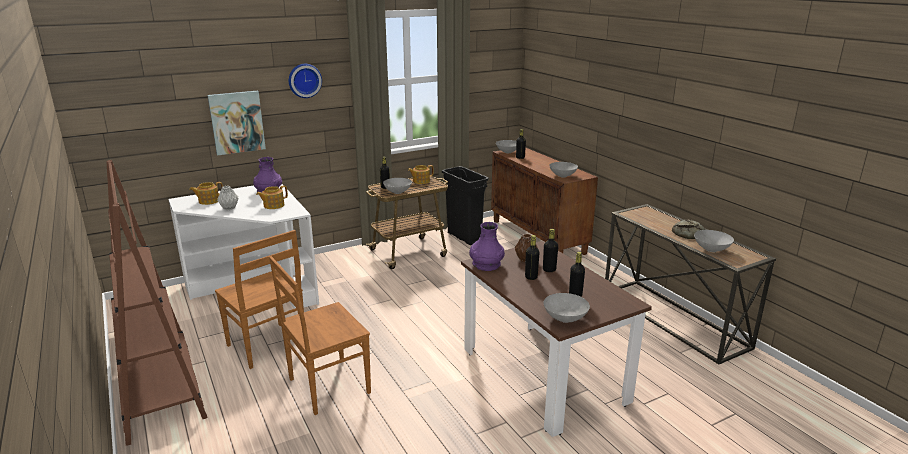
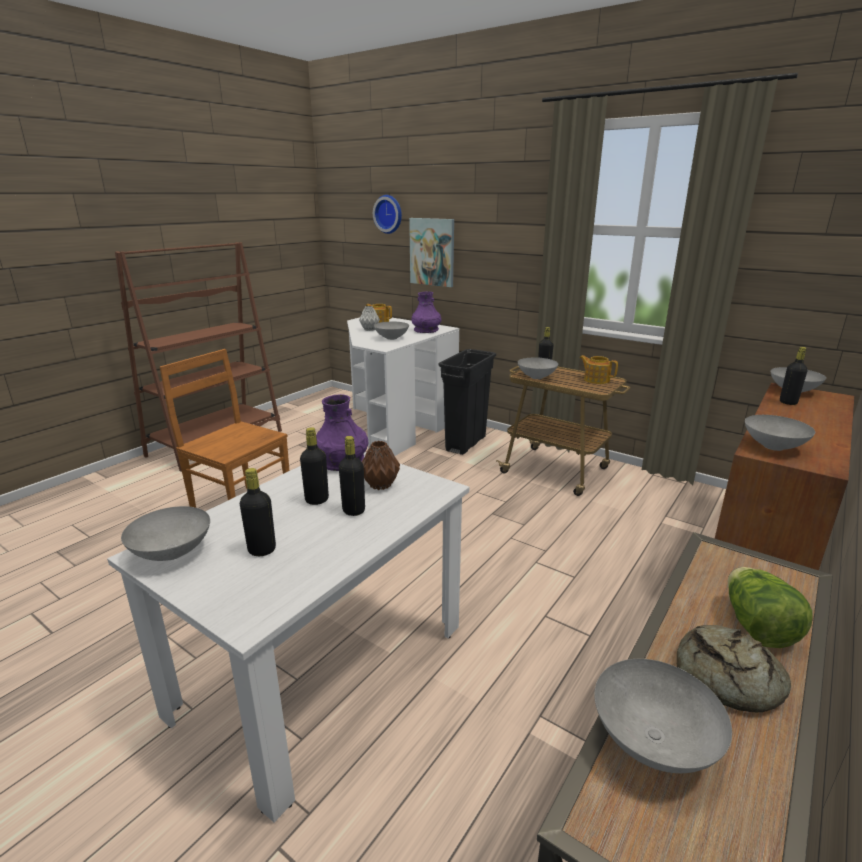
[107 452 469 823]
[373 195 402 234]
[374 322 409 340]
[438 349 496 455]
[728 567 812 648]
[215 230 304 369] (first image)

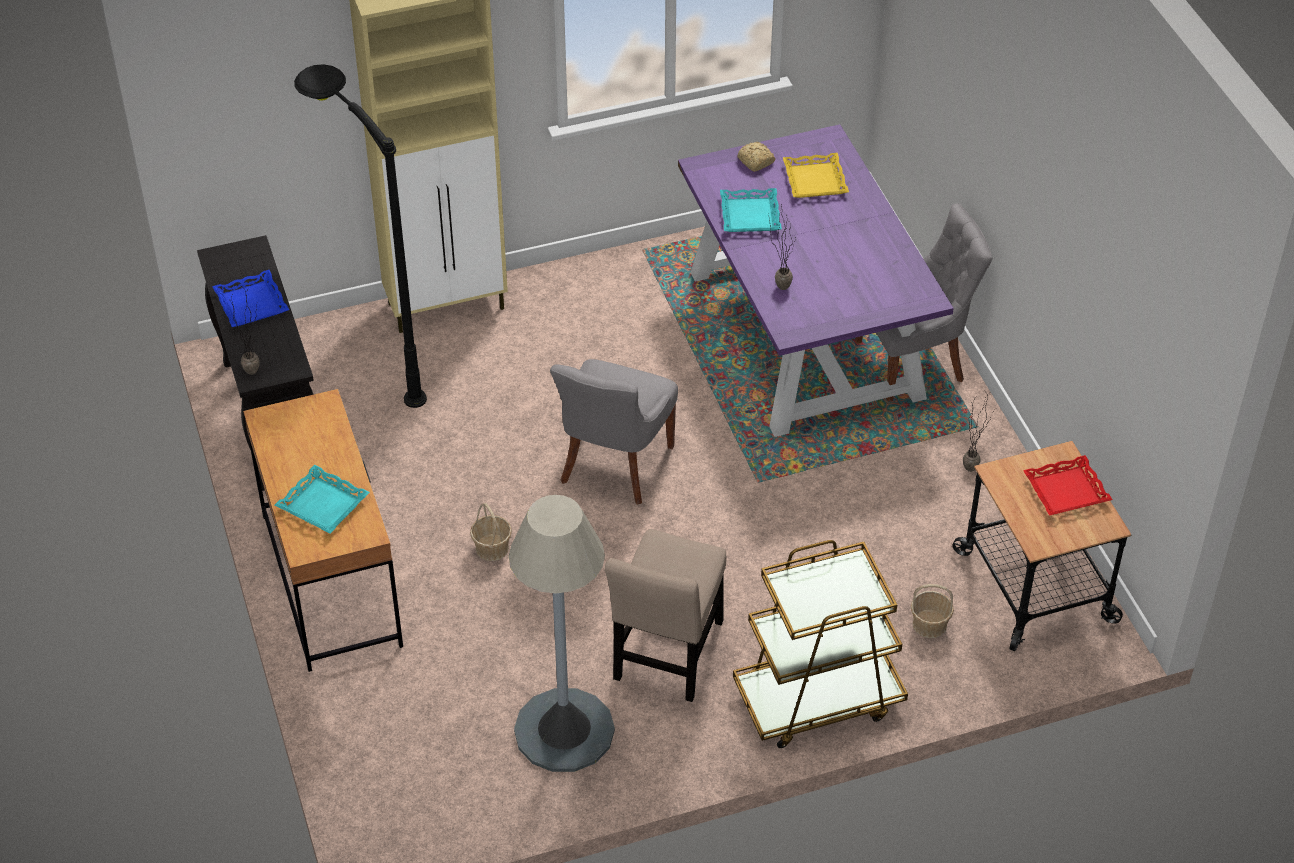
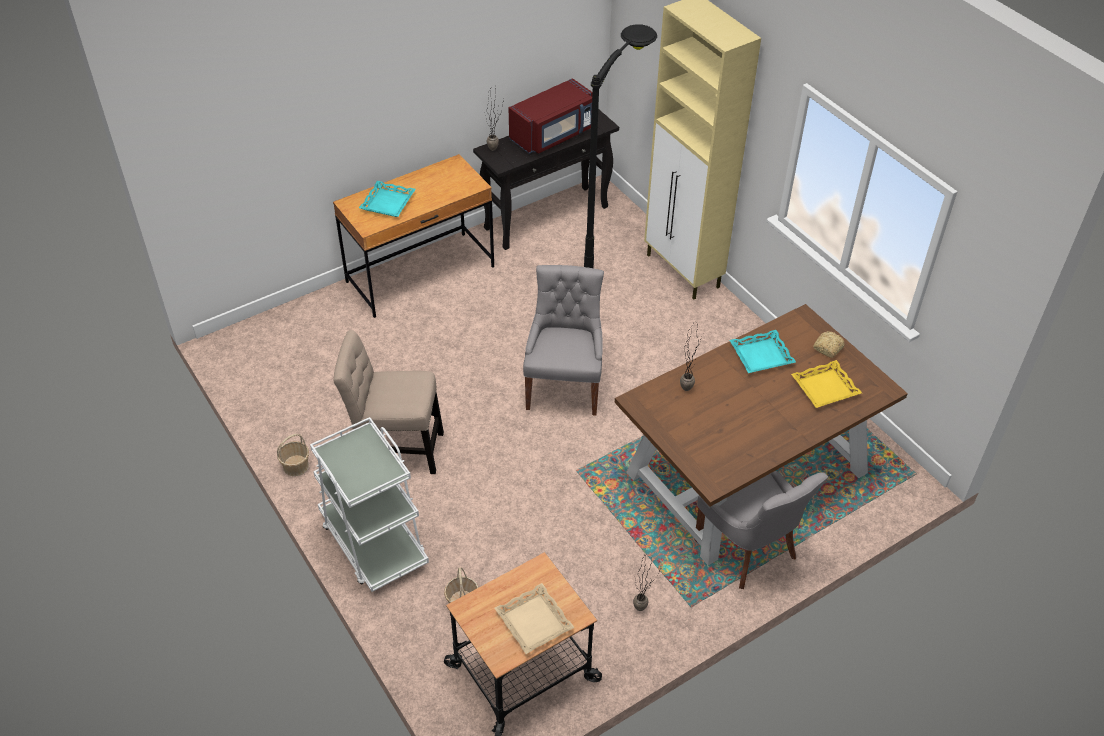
[277 434 309 476]
[310 417 429 592]
[494 583 575 654]
[509 78 593 154]
[523 265 604 416]
[615 304 908 565]
[508 495 615 772] (first image)

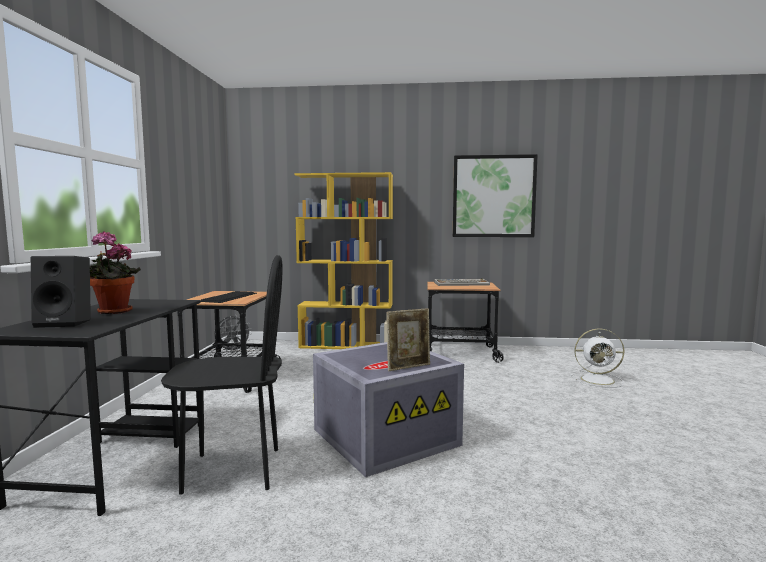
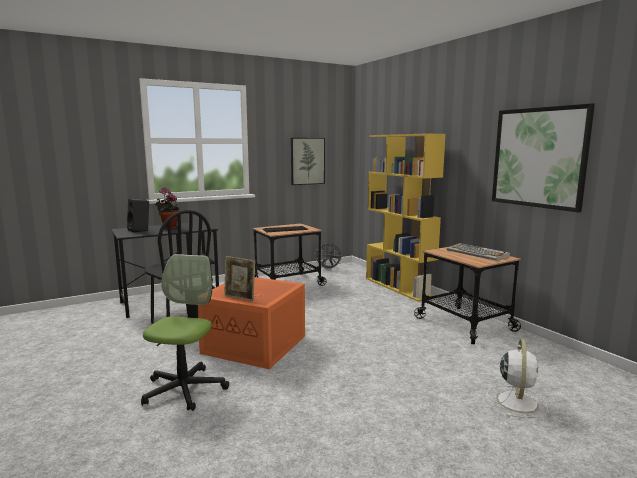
[141 254 229 411]
[198 277 305 369]
[291 138 325 185]
[487 339 548 418]

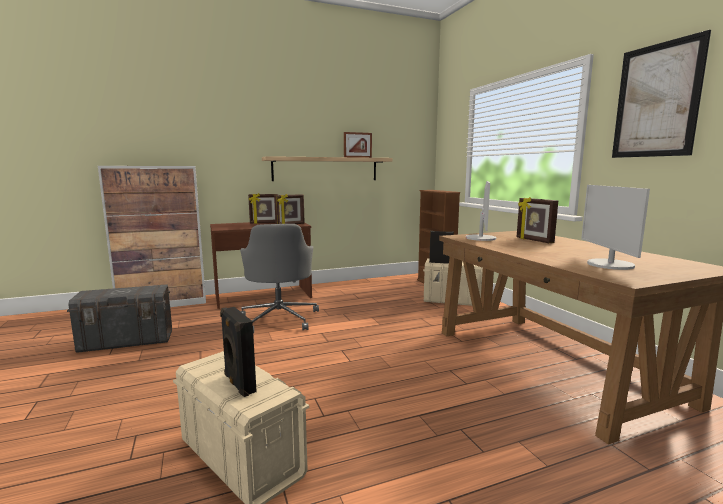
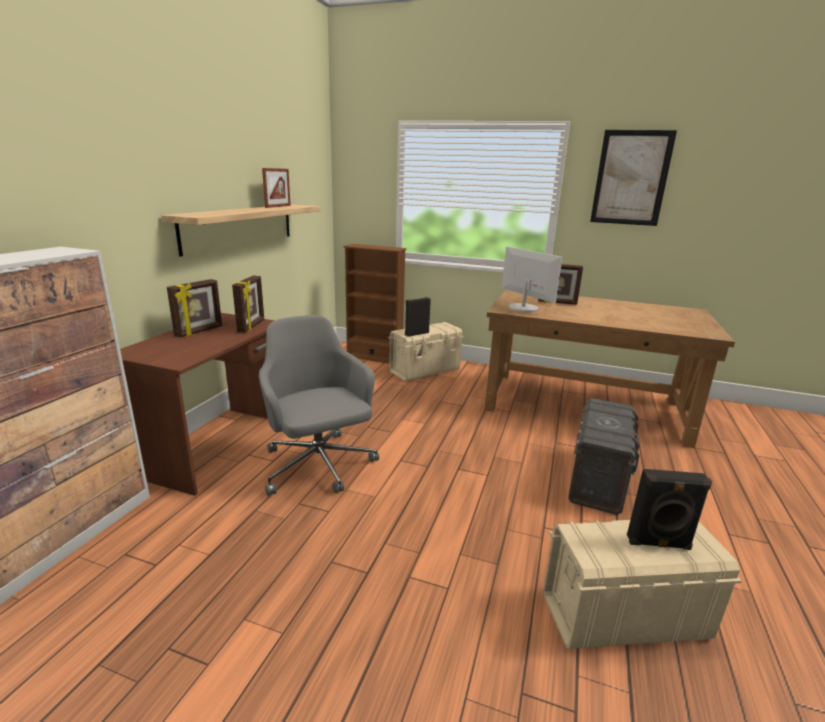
[259 315 379 496]
[568 398 640 515]
[581 185 650 270] (first image)

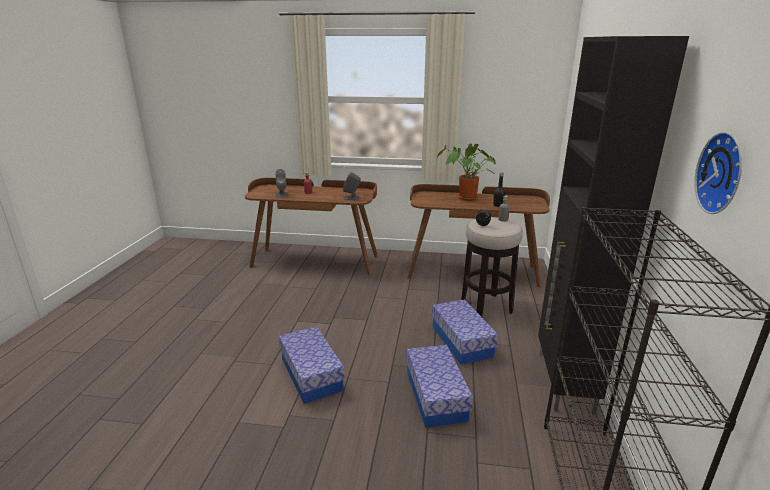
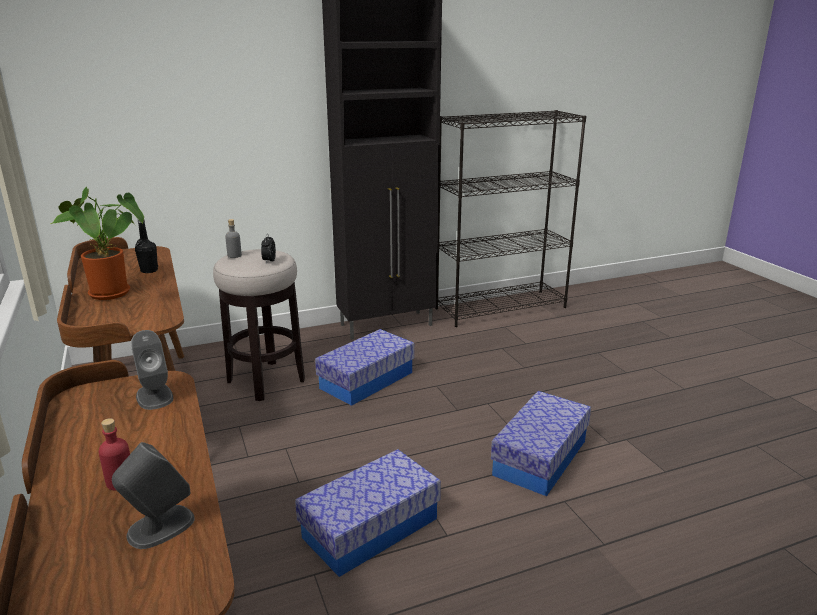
[295 449 441 577]
[694 132 742 214] (first image)

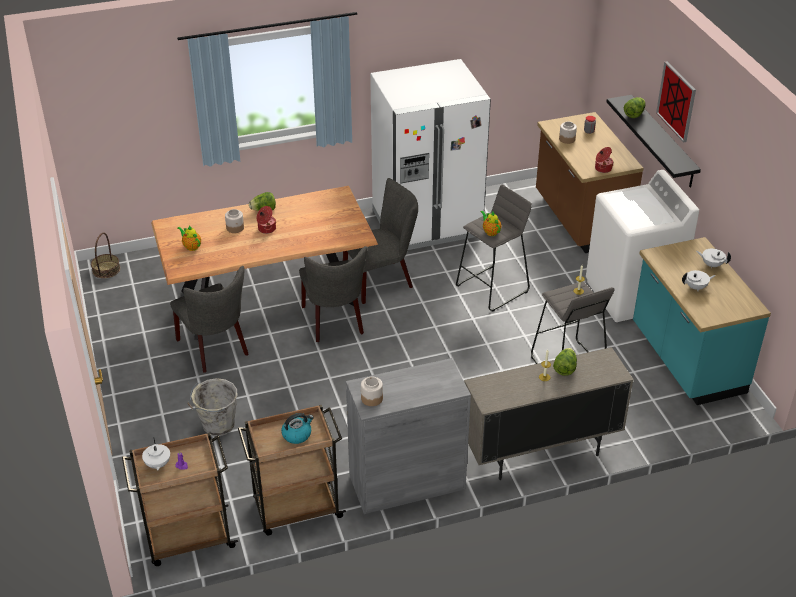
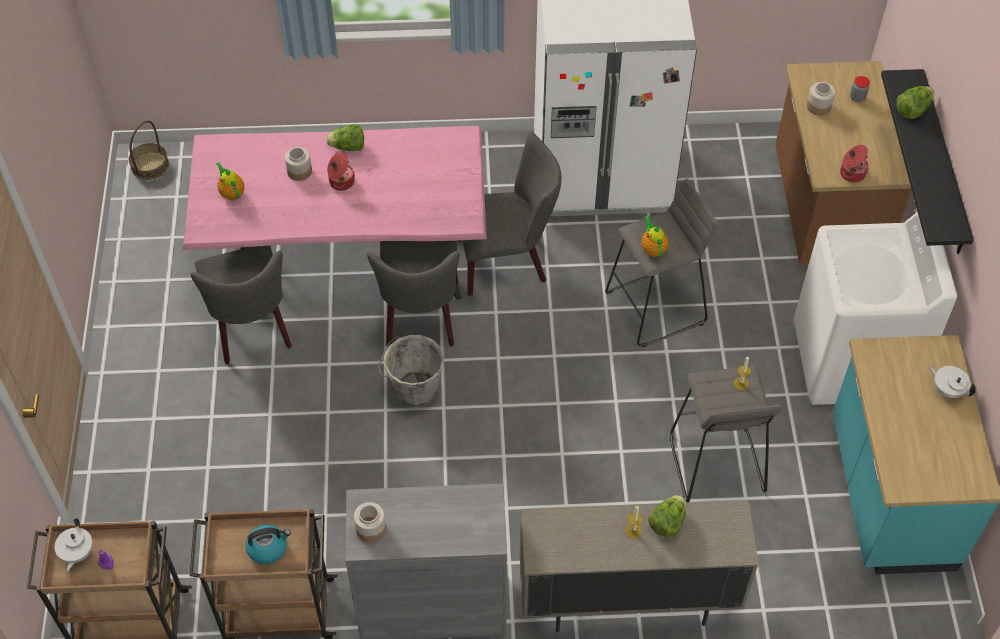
[183 126 487 300]
[377 335 444 408]
[656 61 696 143] (first image)
[682 270 715 291] (first image)

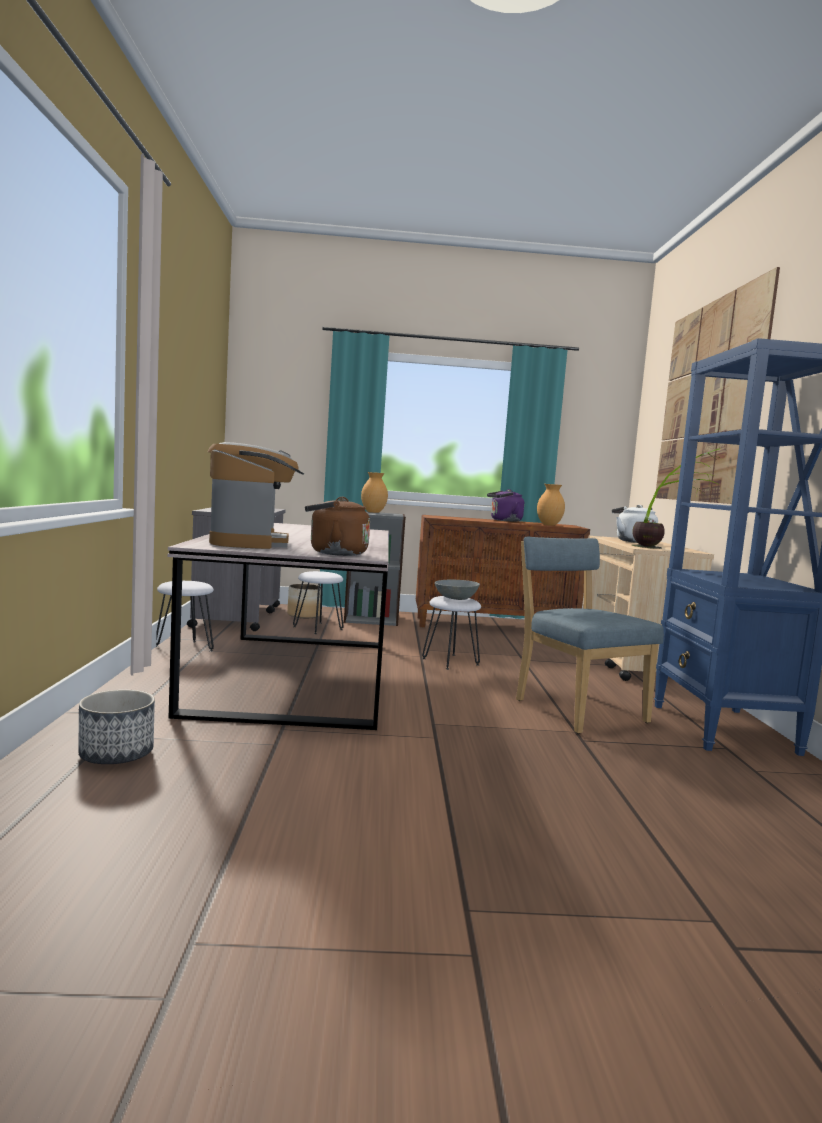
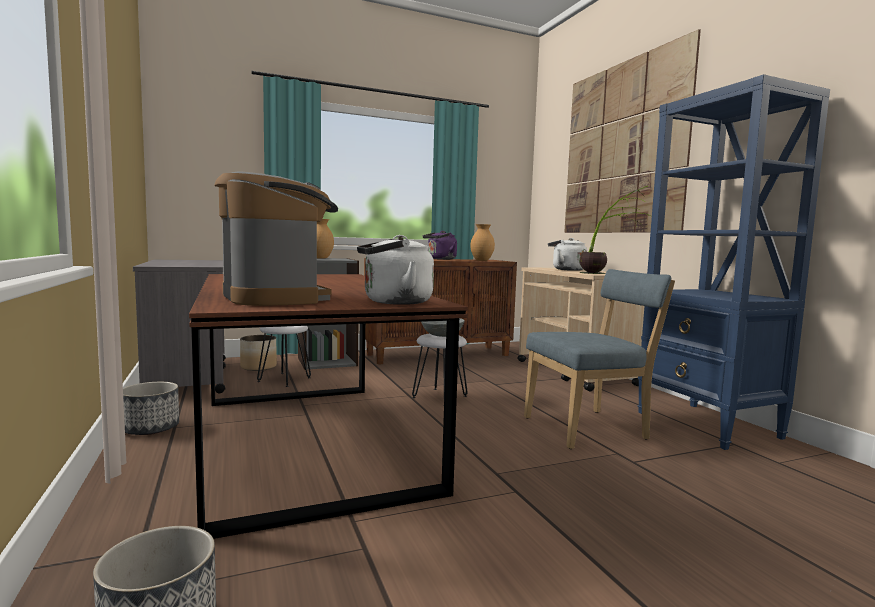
[123 382 179 435]
[189 274 468 539]
[357 235 434 305]
[524 269 675 449]

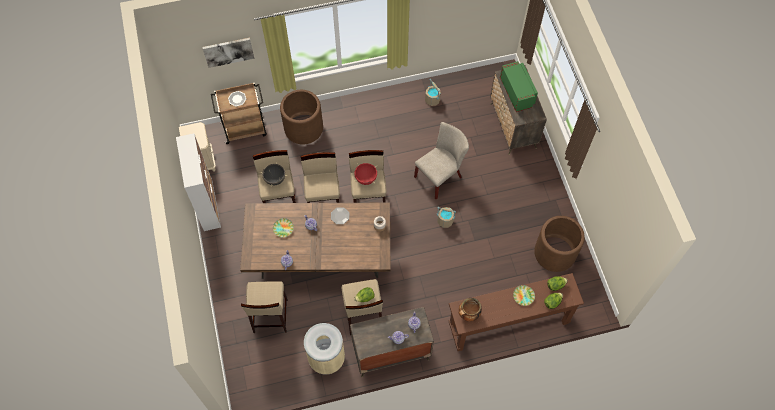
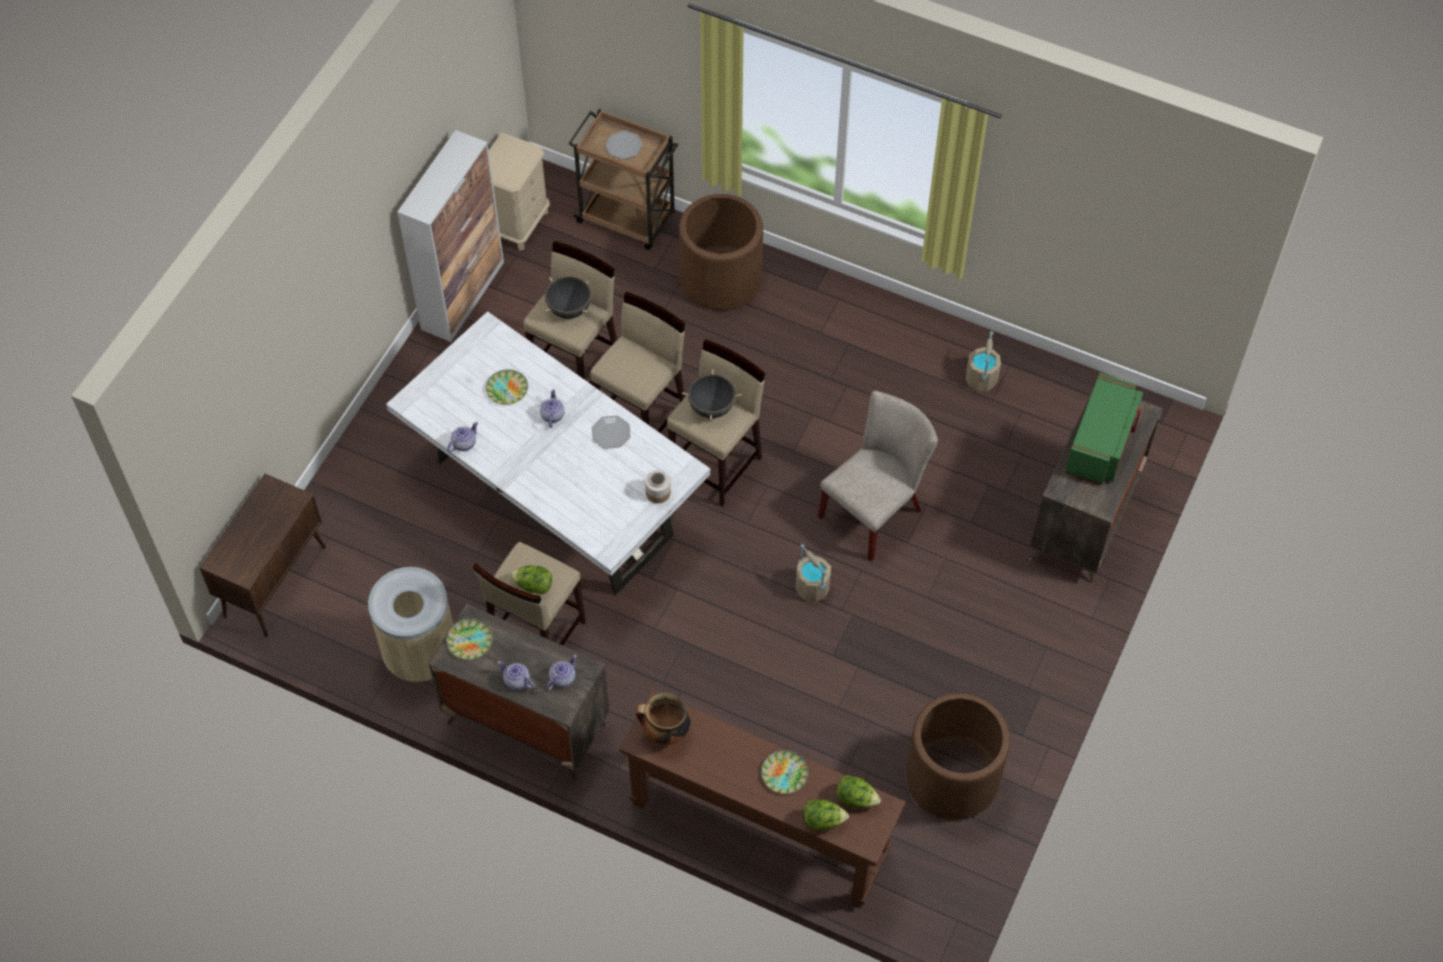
[199 474 326 637]
[386 311 710 595]
[447 619 492 660]
[682 369 742 420]
[818 391 938 561]
[202 38 255 68] (first image)
[241 281 288 333] (first image)

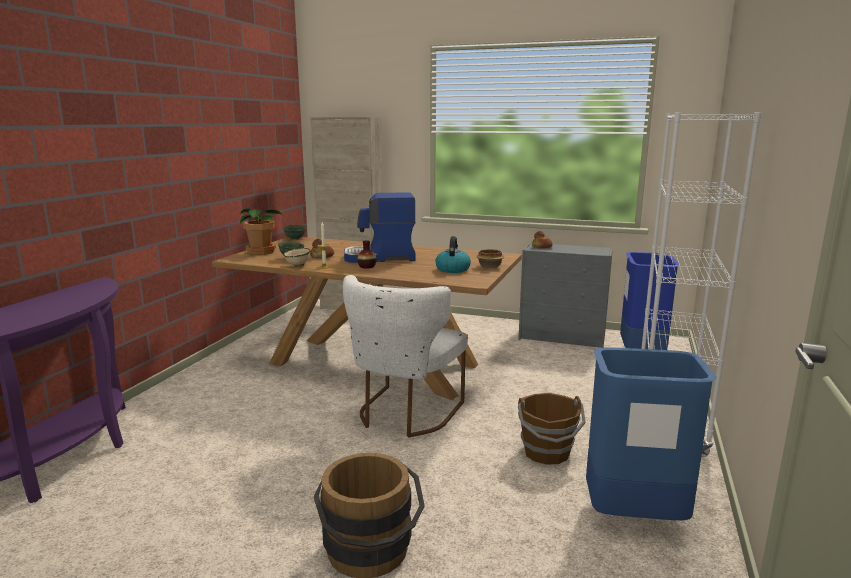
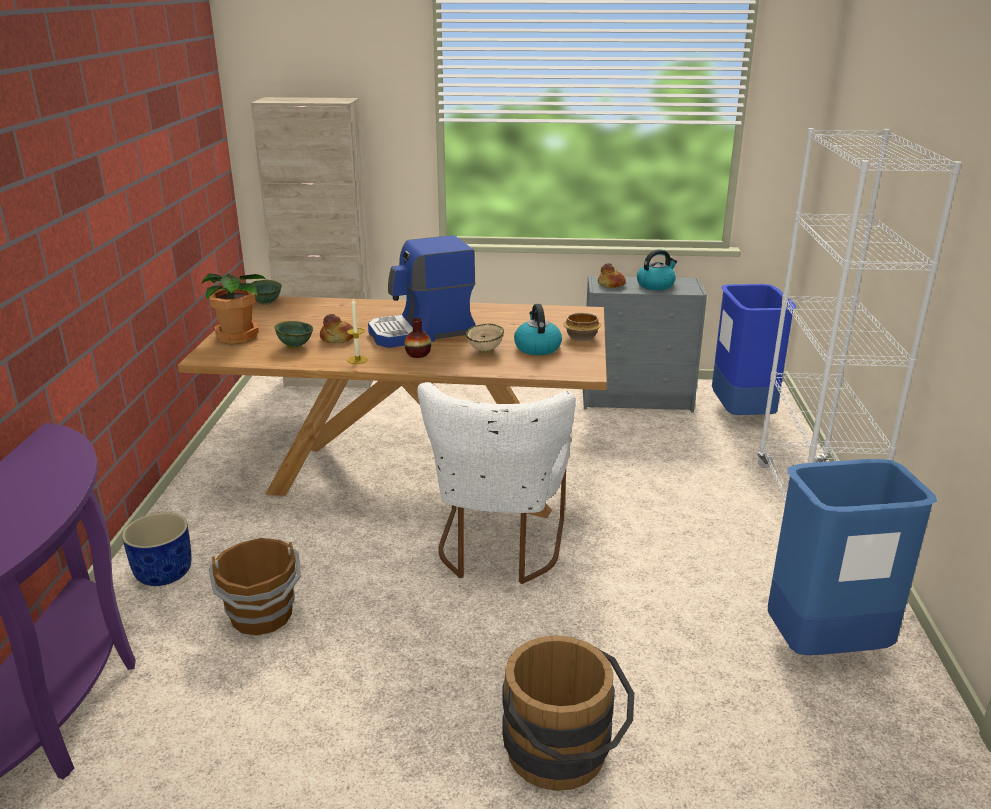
[122 512 192 586]
[209 538 301 636]
[466 324 504 353]
[637 249 677 290]

